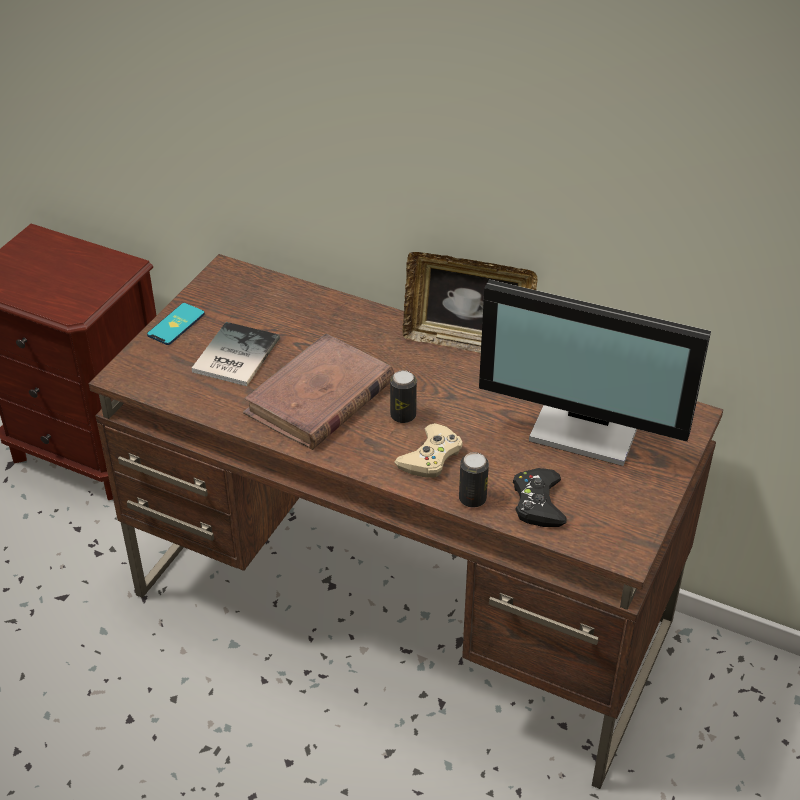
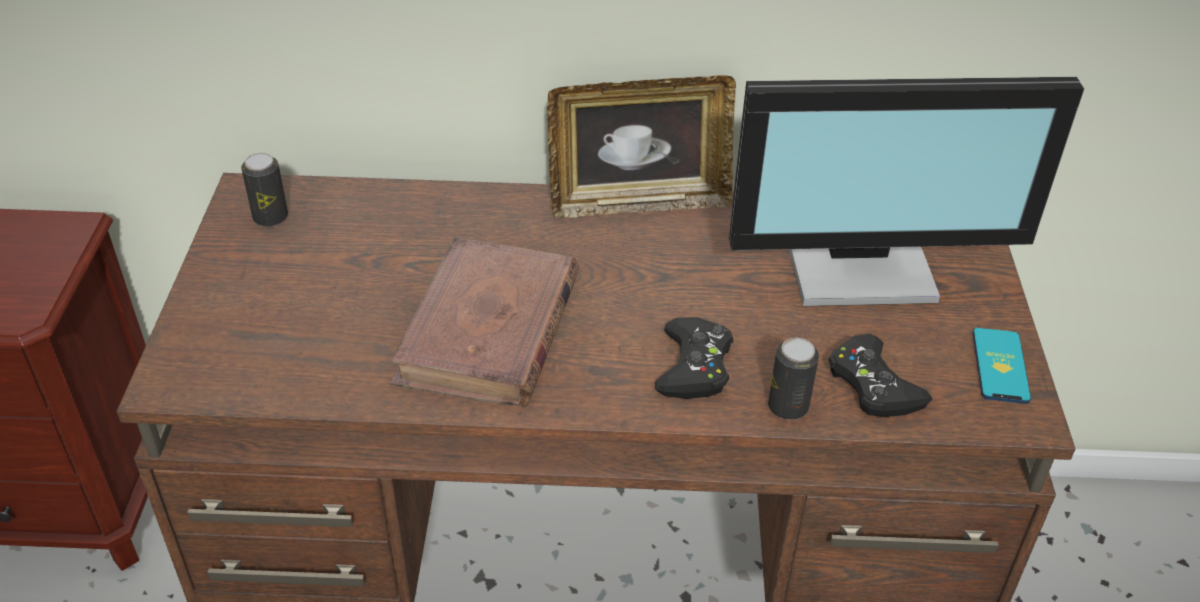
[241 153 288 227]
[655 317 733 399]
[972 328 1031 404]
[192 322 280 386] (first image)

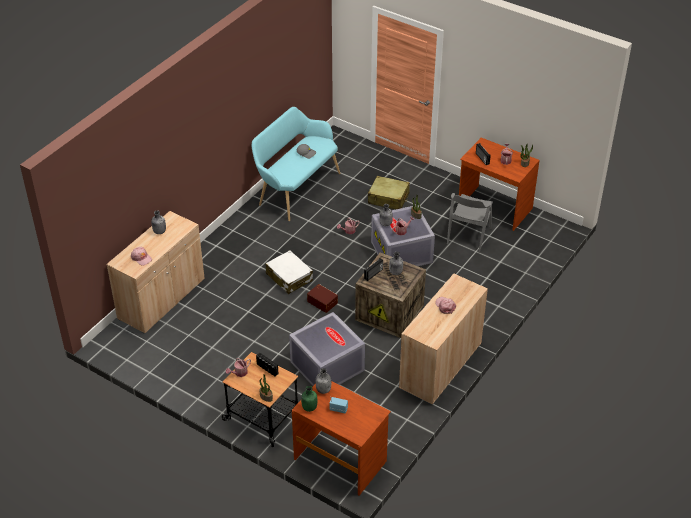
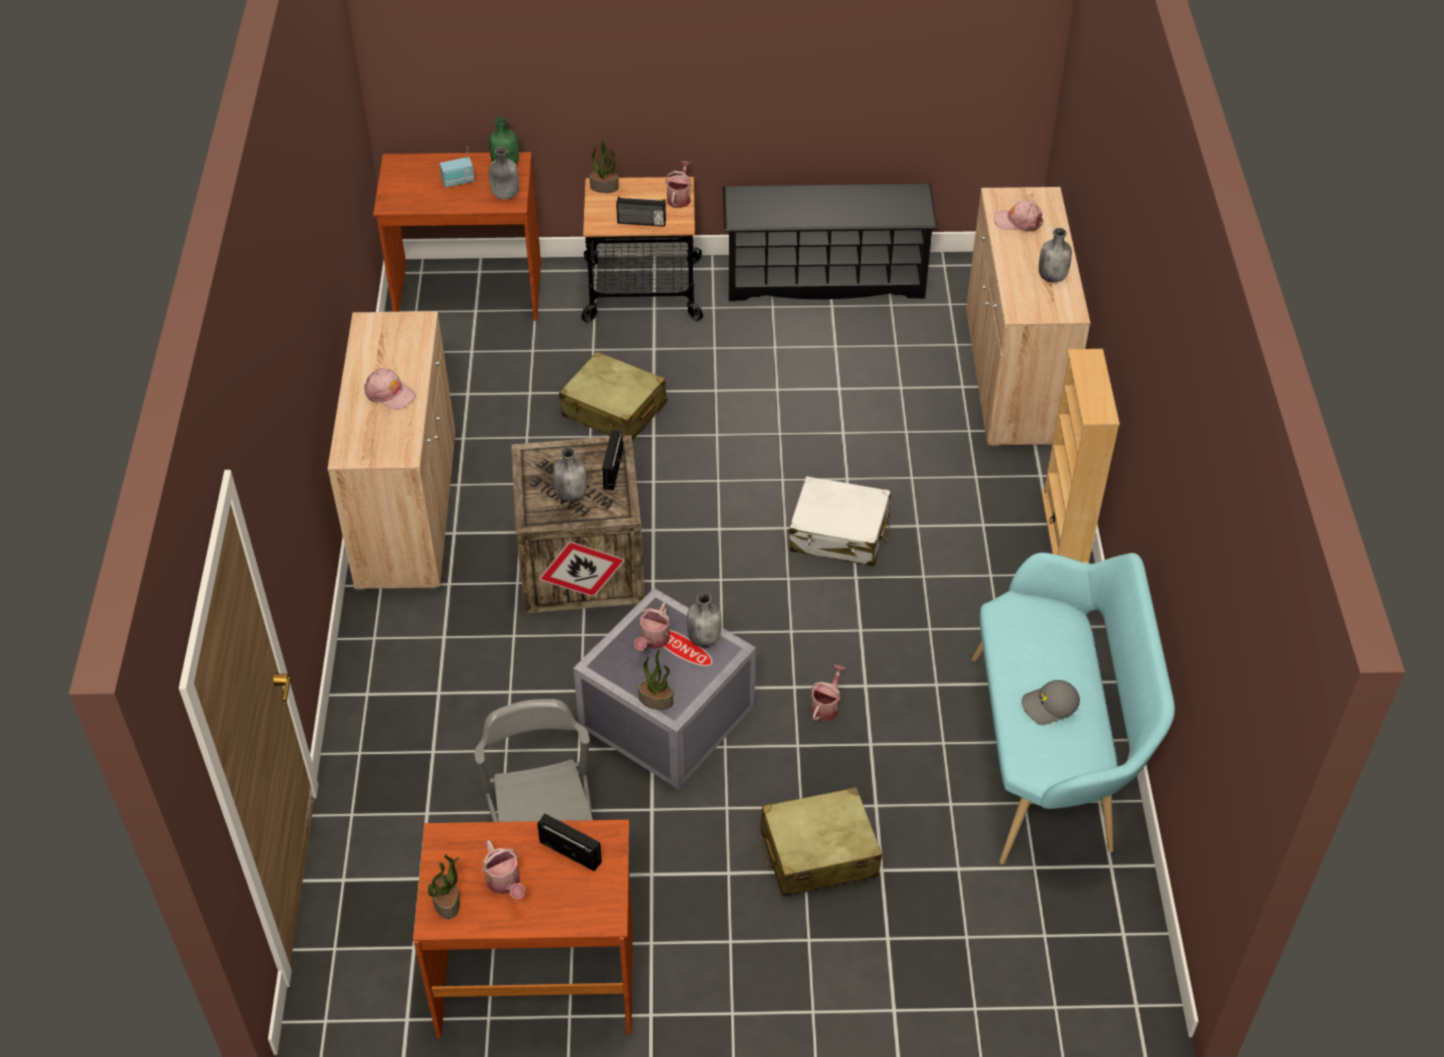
[559 352 667 441]
[723 183 938 301]
[1041 349 1120 563]
[307 284 338 313] (first image)

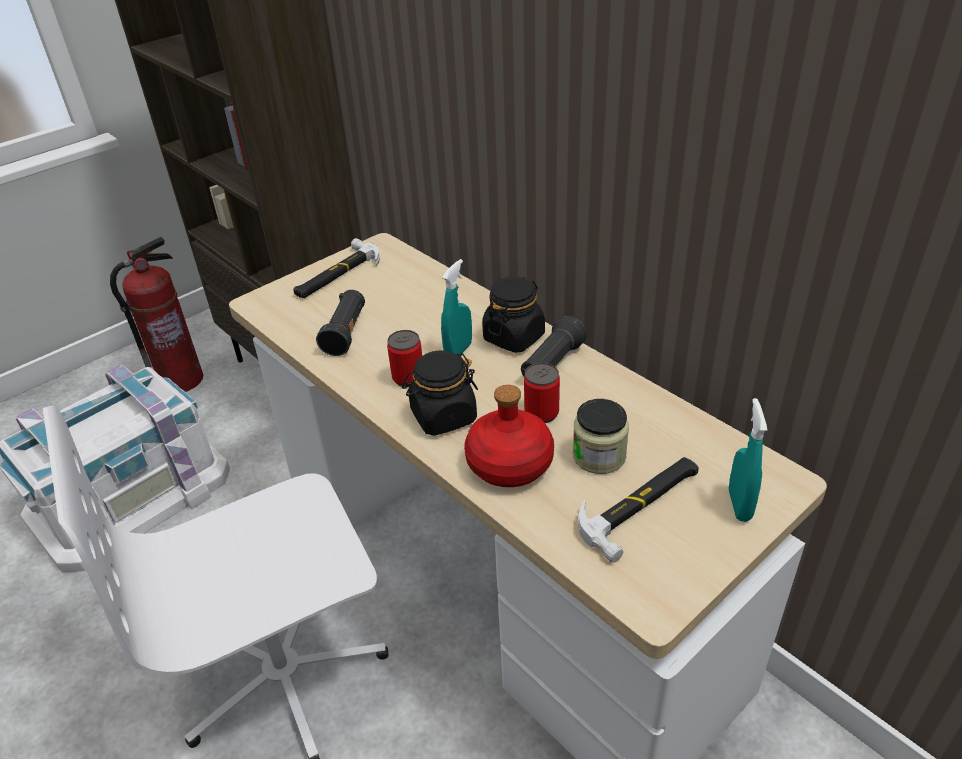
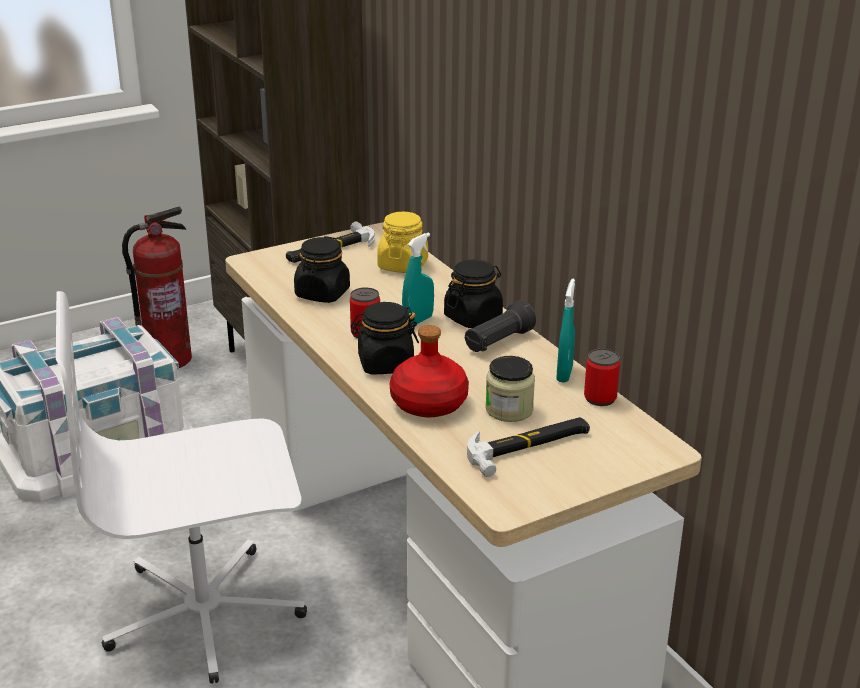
[294 236 350 303]
[377 212 428 273]
[557 279 575 383]
[584 349 620 406]

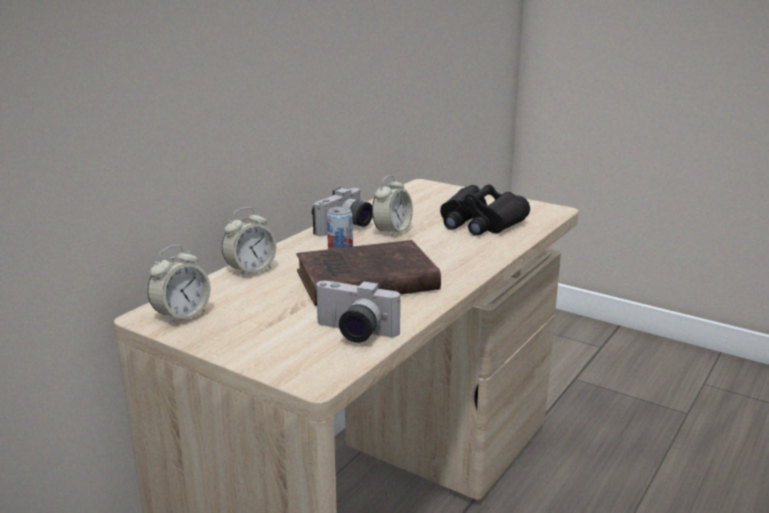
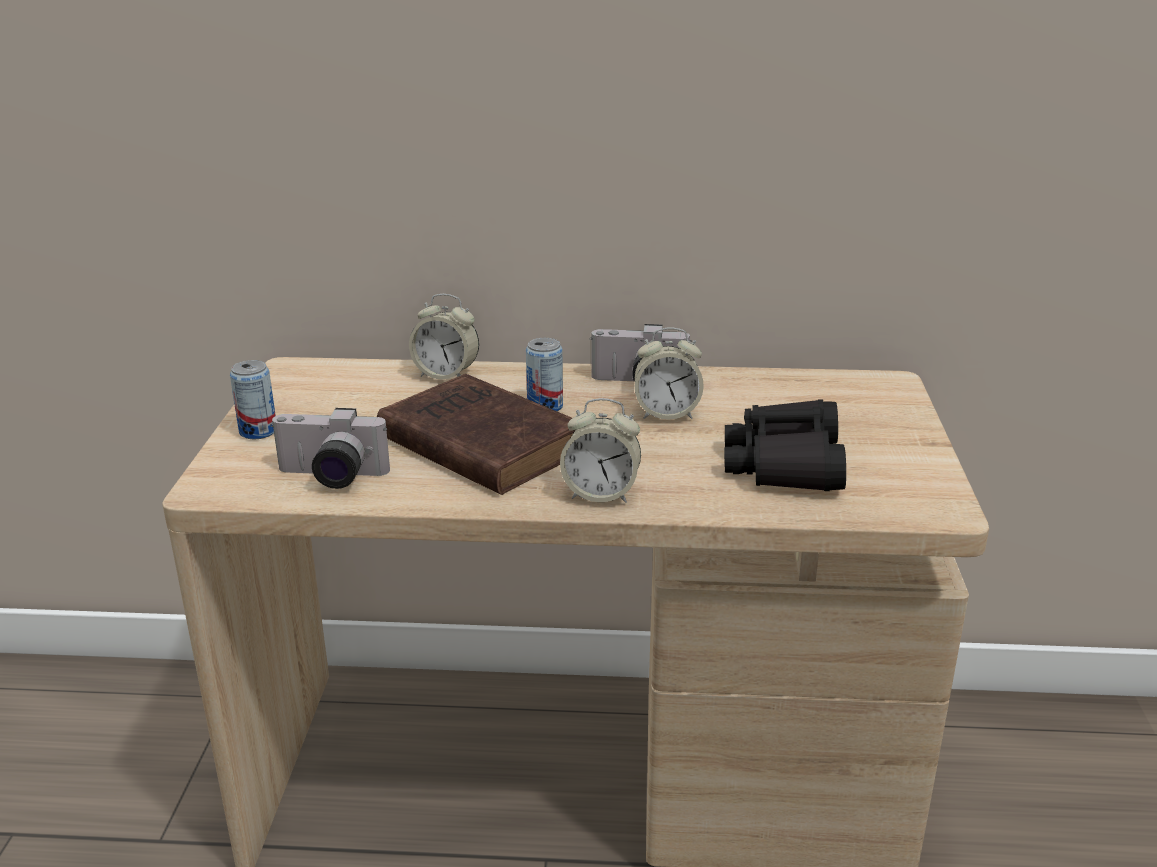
[230 360 276 439]
[270 408 390 489]
[560 398 641 503]

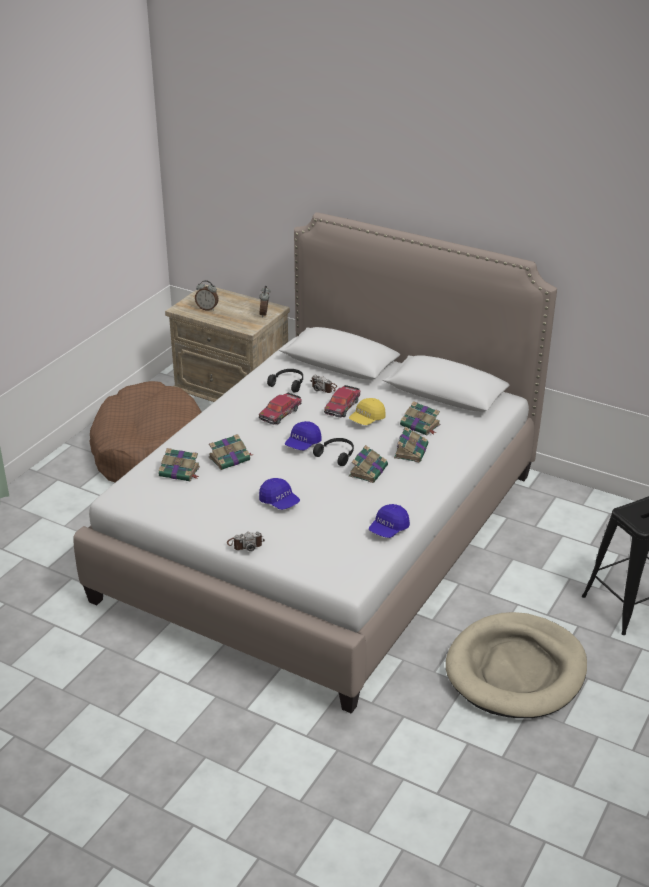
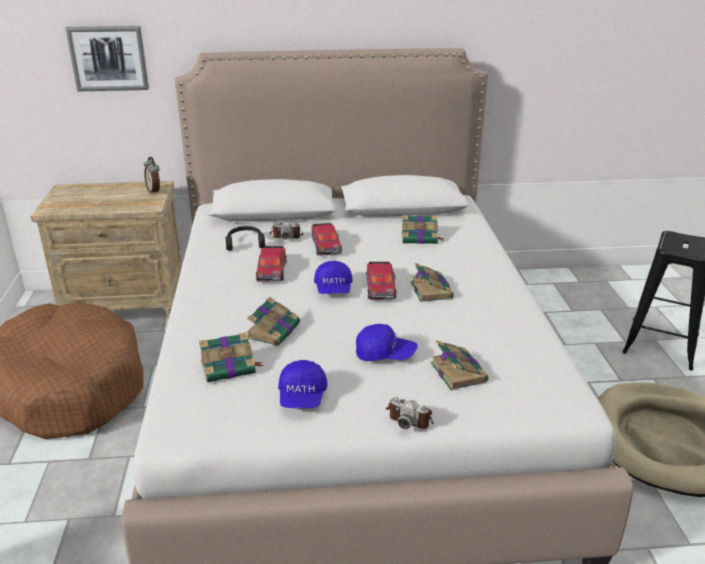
[65 26 149 91]
[278 360 328 408]
[366 262 397 300]
[385 397 434 429]
[430 340 489 391]
[195 280 219 311] (first image)
[349 398 386 425] (first image)

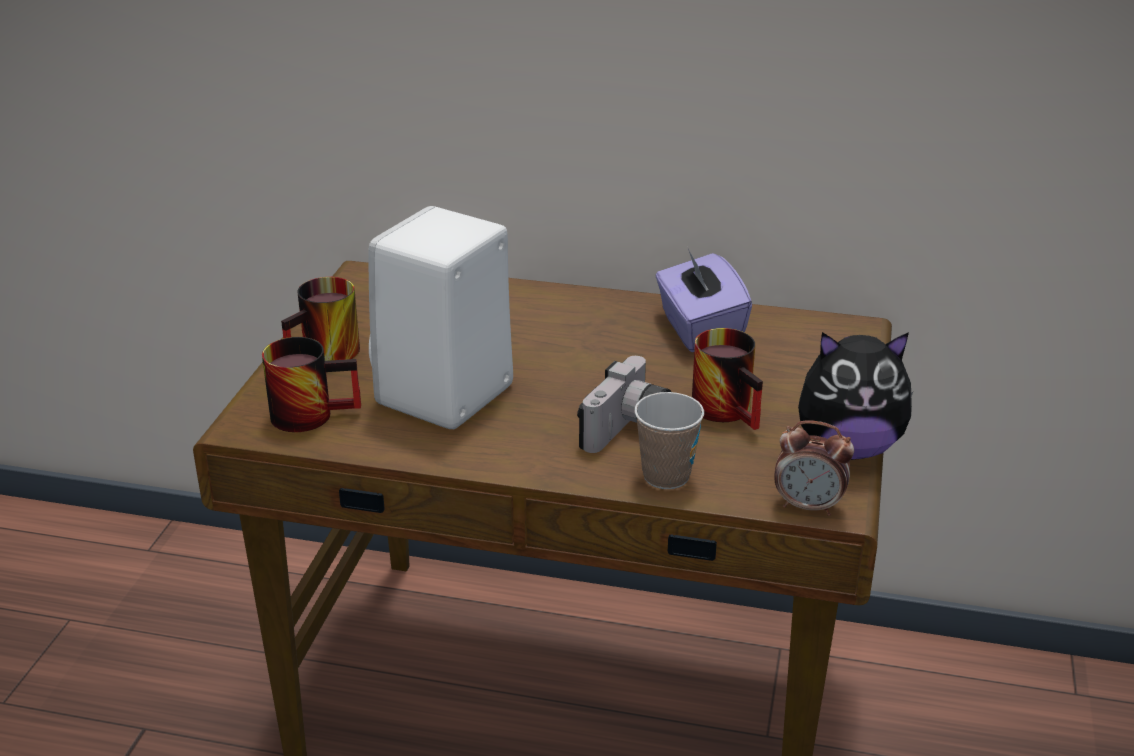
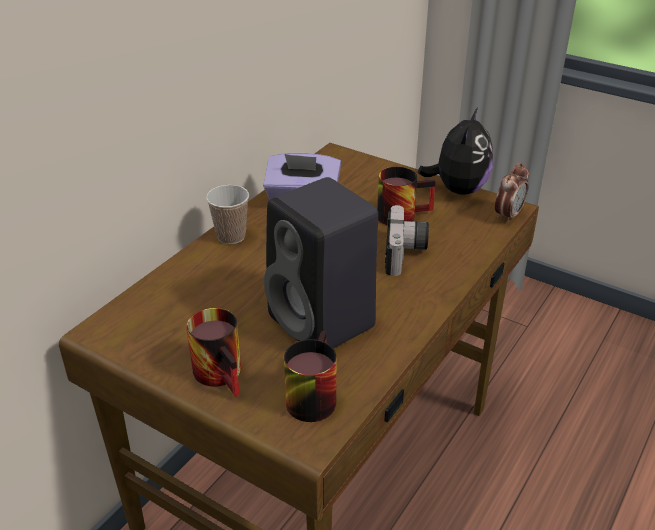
[206 185 249 244]
[264 177 378 348]
[385 205 429 276]

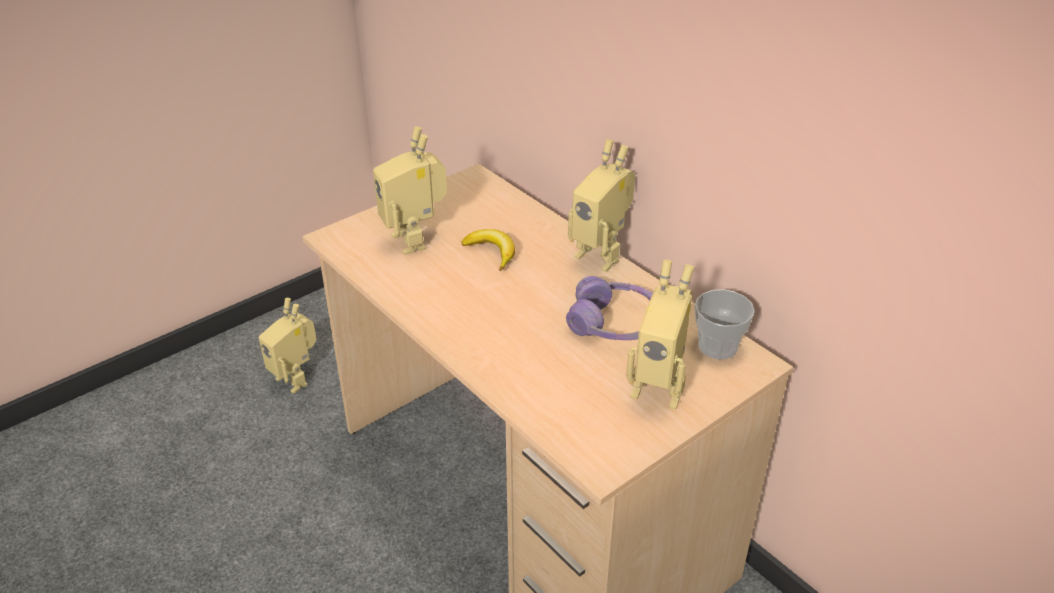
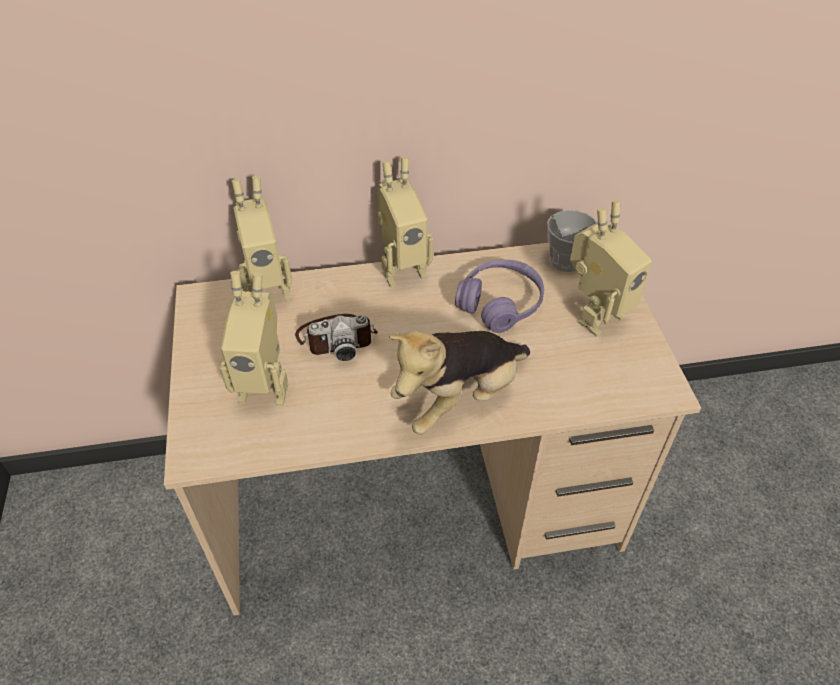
[232 176 292 301]
[295 314 378 361]
[389 331 530 435]

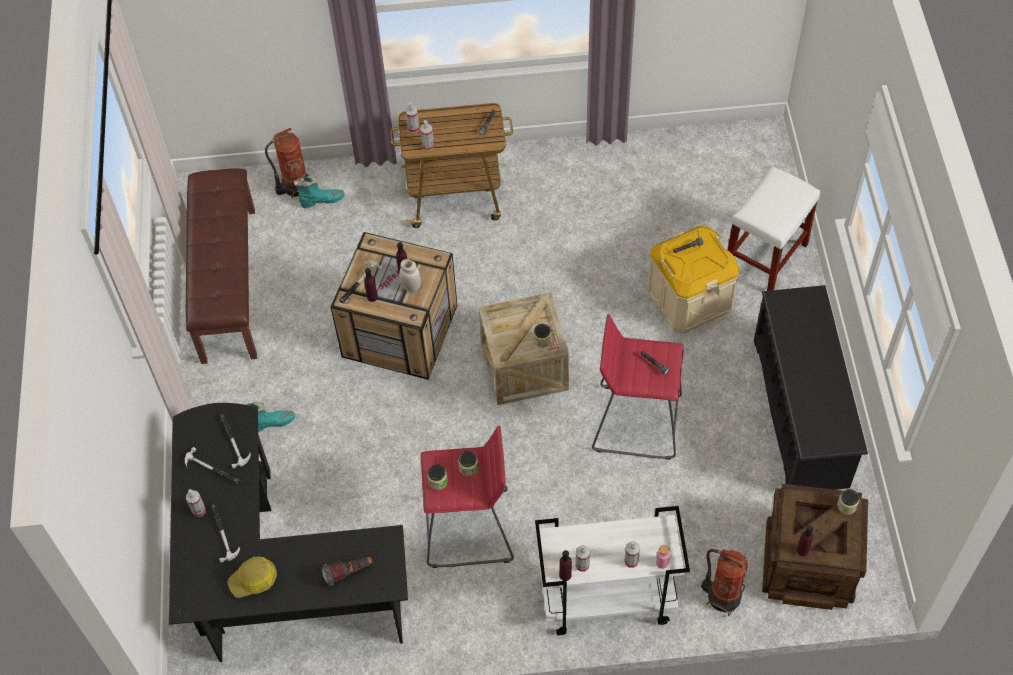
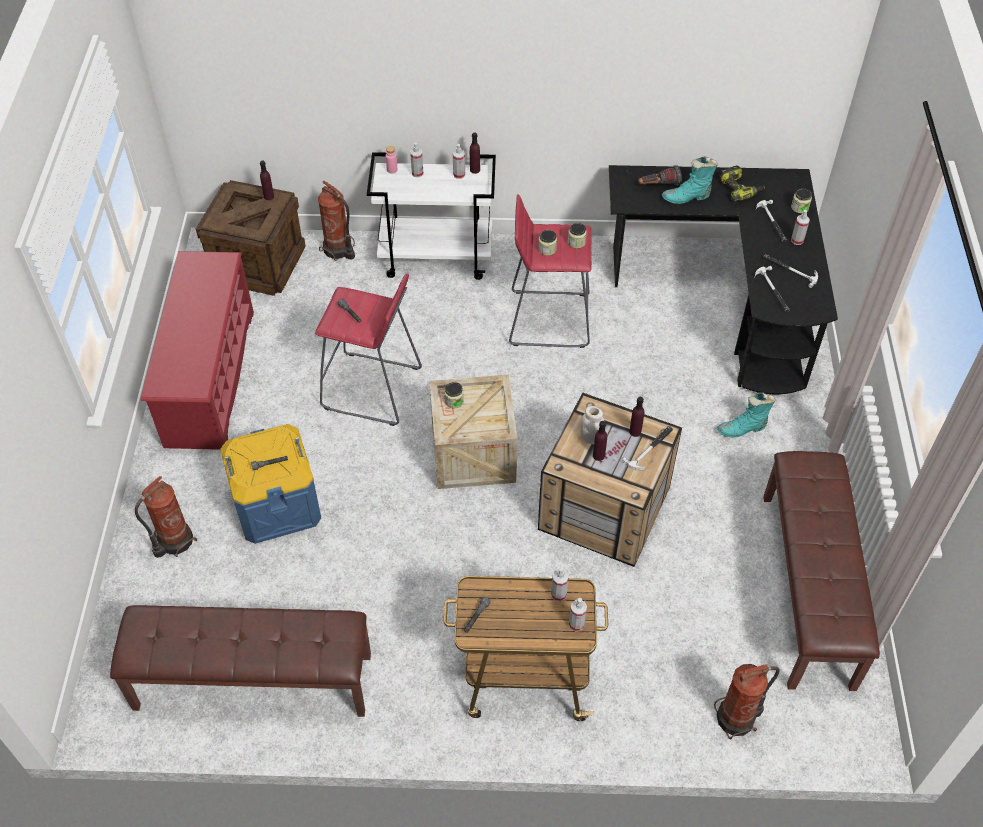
[110 605 371 717]
[135 476 197 558]
[141 251 254 450]
[220 424 321 544]
[662 156 718 204]
[719 166 765 201]
[791 188 812 213]

